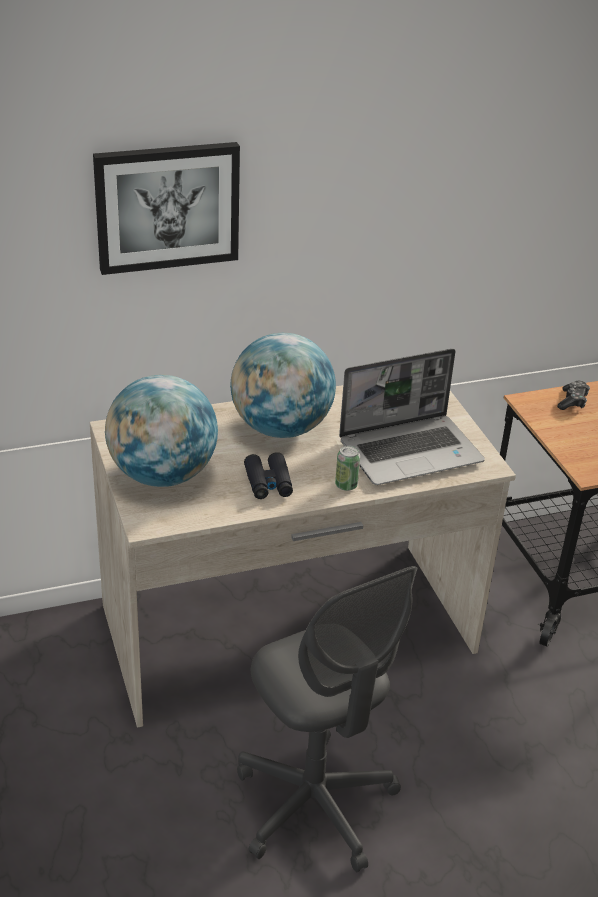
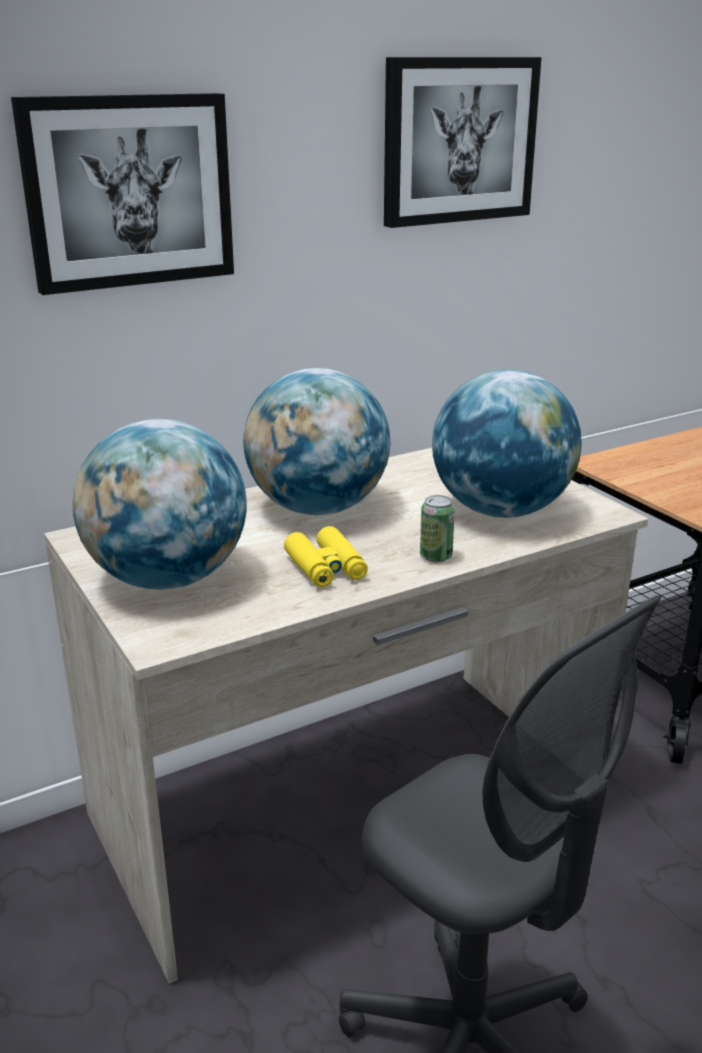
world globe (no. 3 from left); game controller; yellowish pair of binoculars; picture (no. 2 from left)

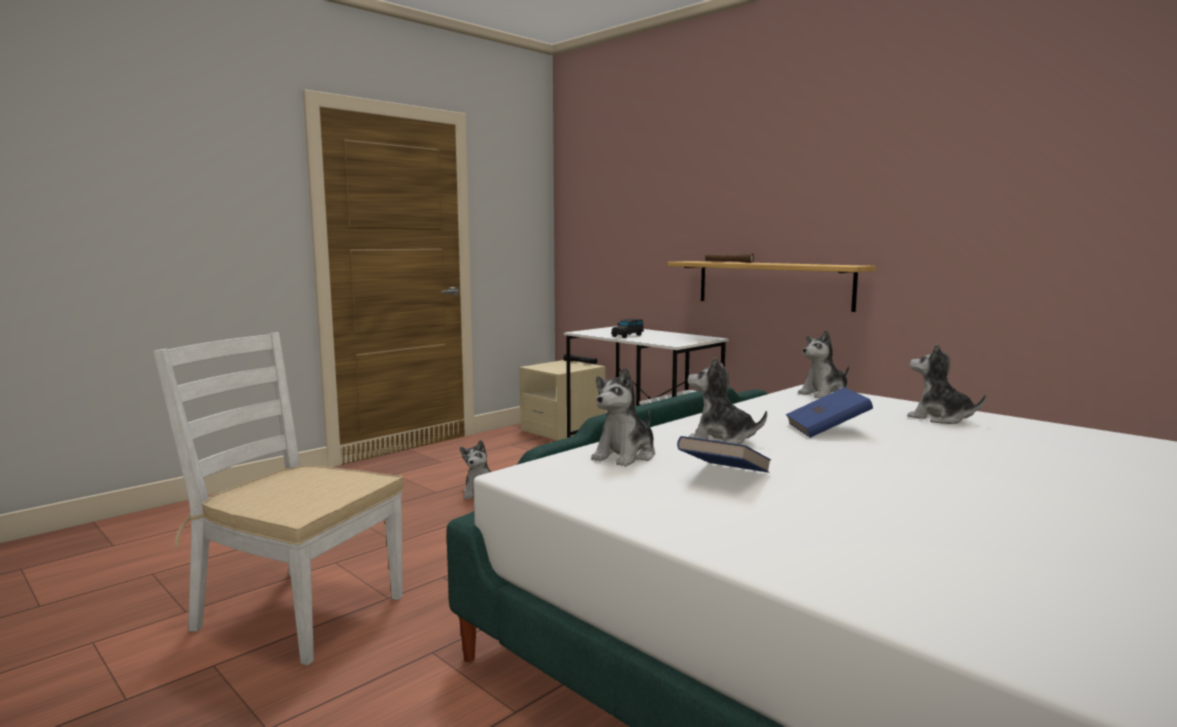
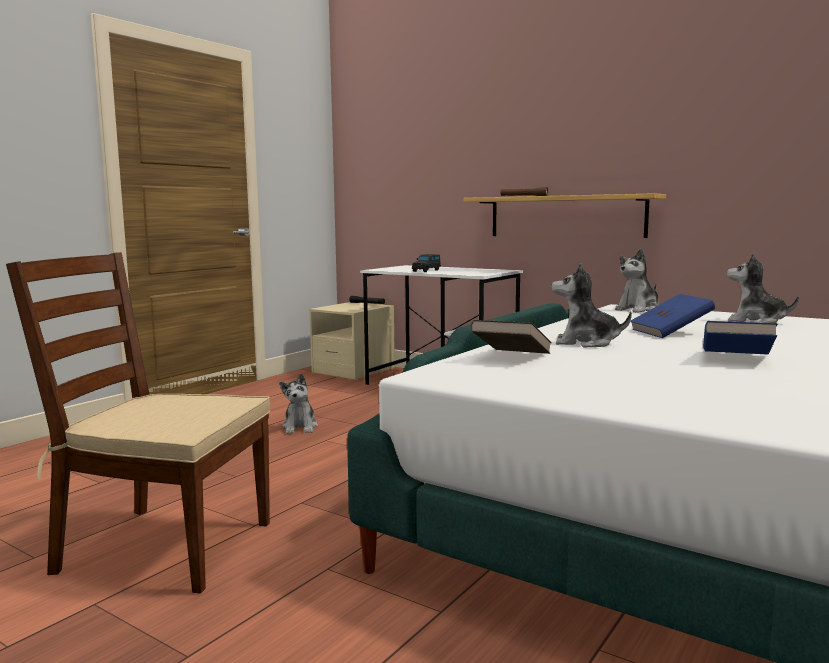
brown chair; brown volume; blue volume (no. 2 from left)

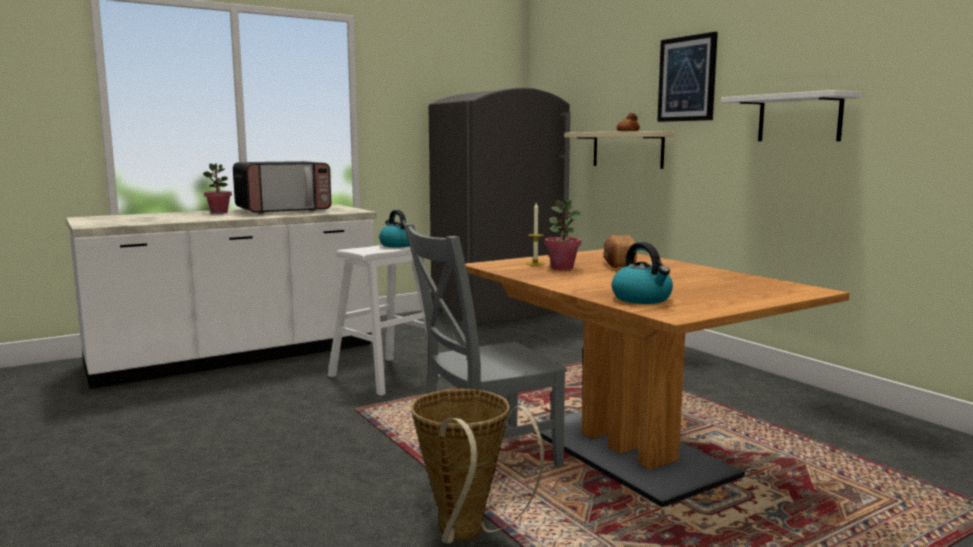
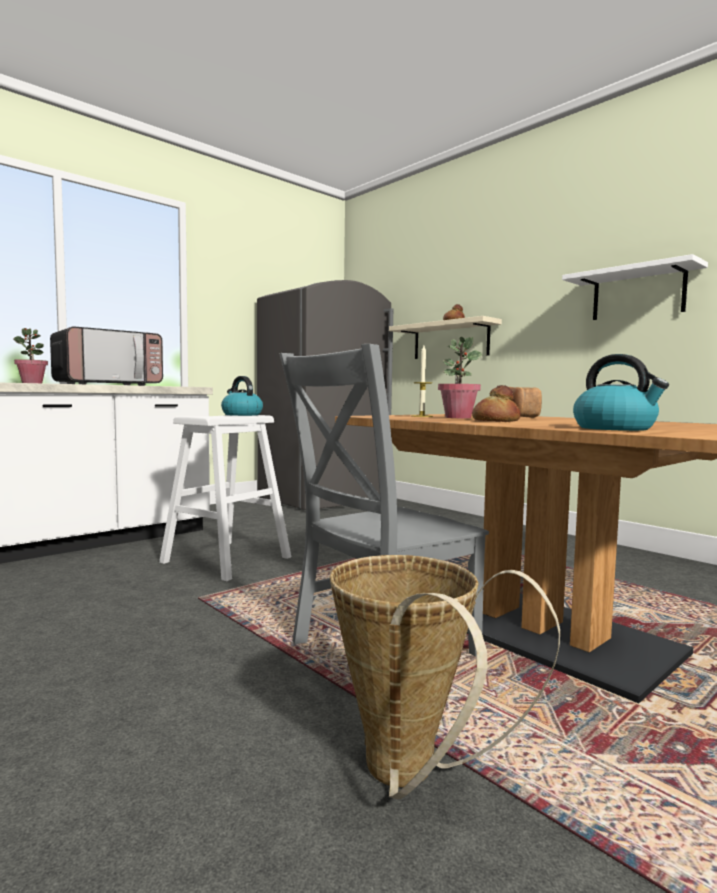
picture; bread (no. 2 from left)

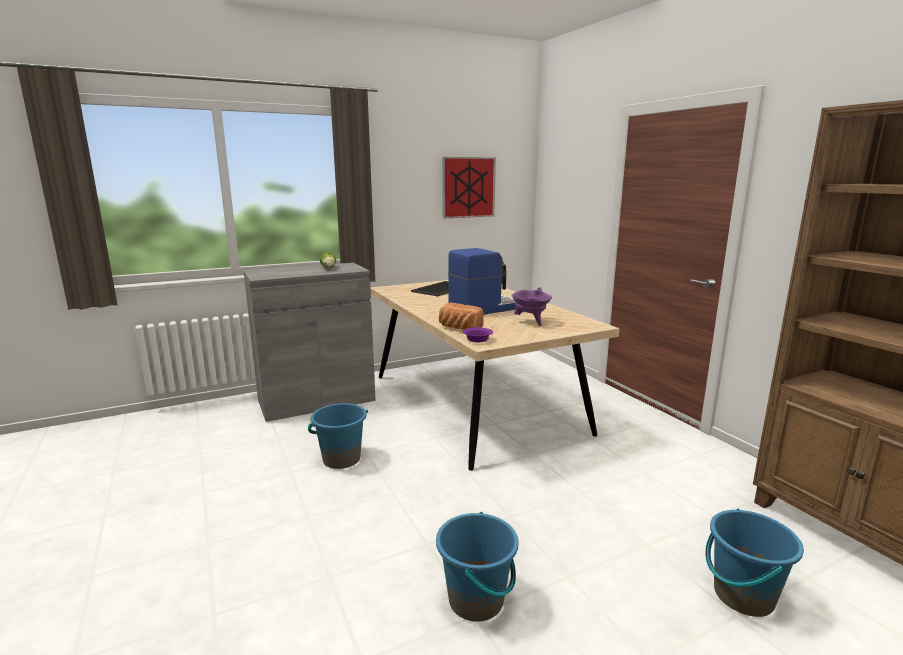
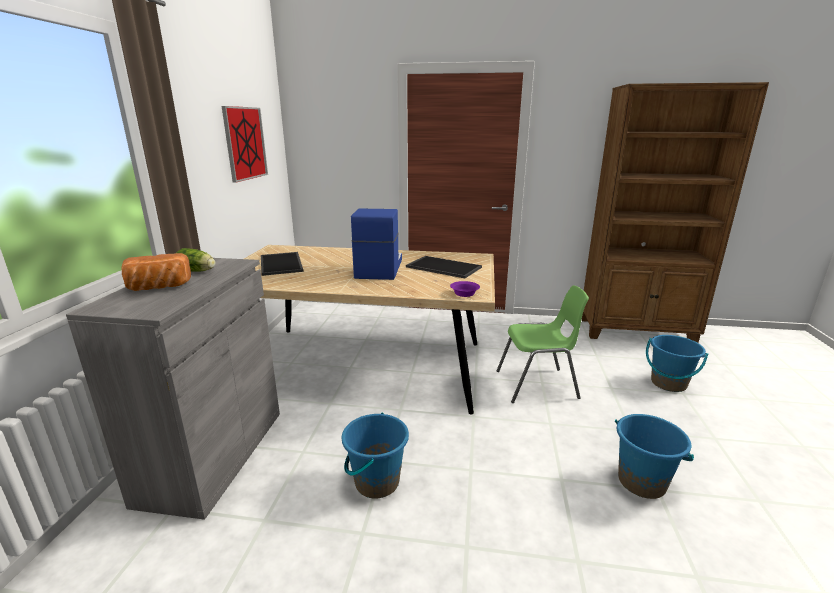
tray (no. 2 from left); bread; green chair

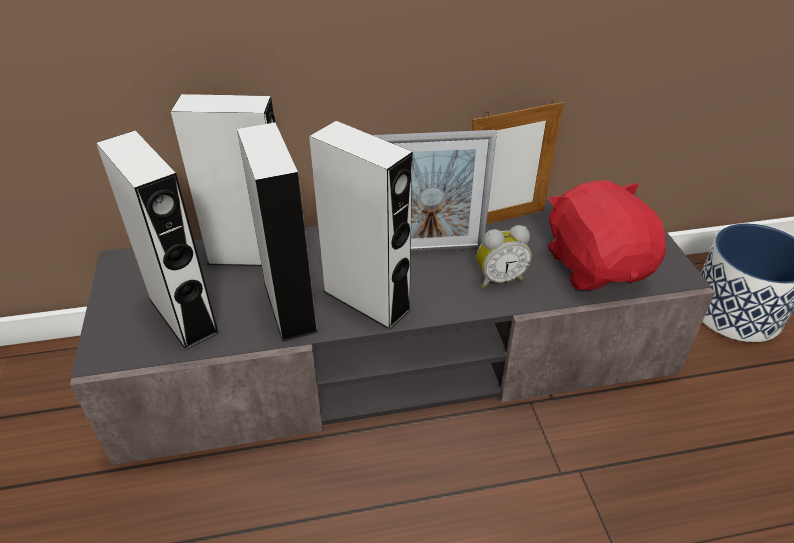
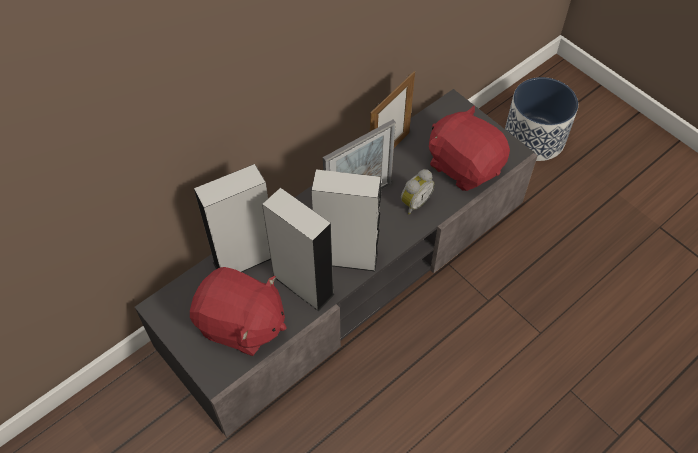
red soft toy (no. 1 from left)

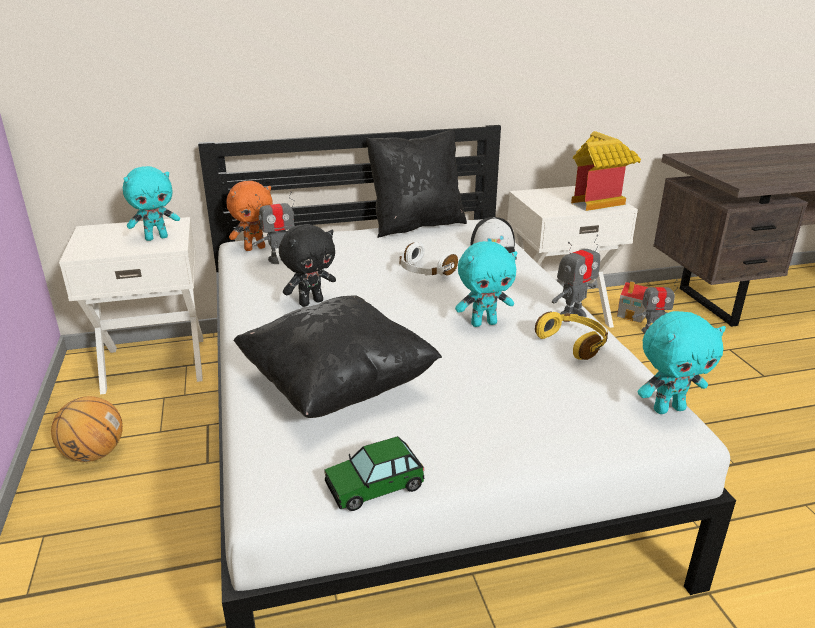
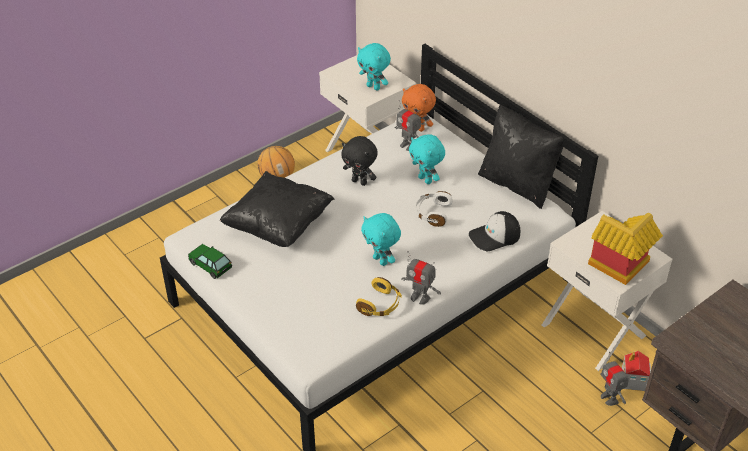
turquoise-coloured soft toy (no. 3 from left)

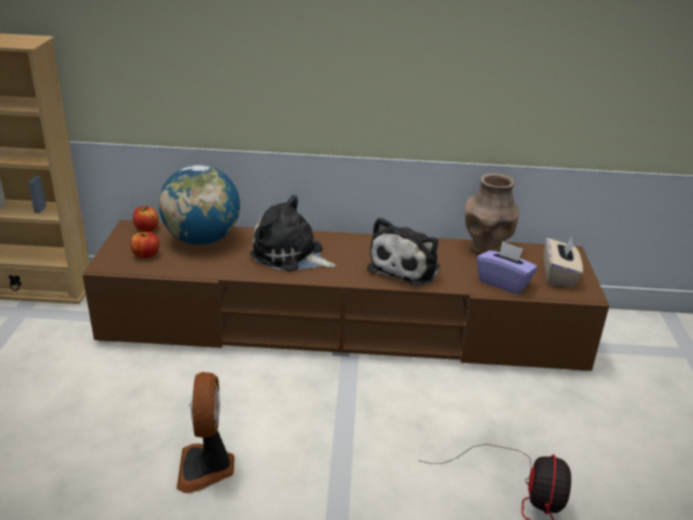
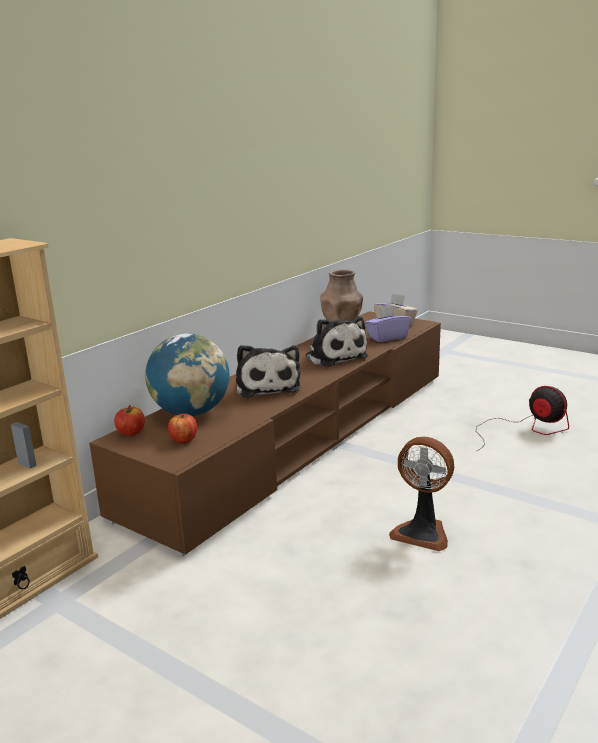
soft toy (no. 1 from left)

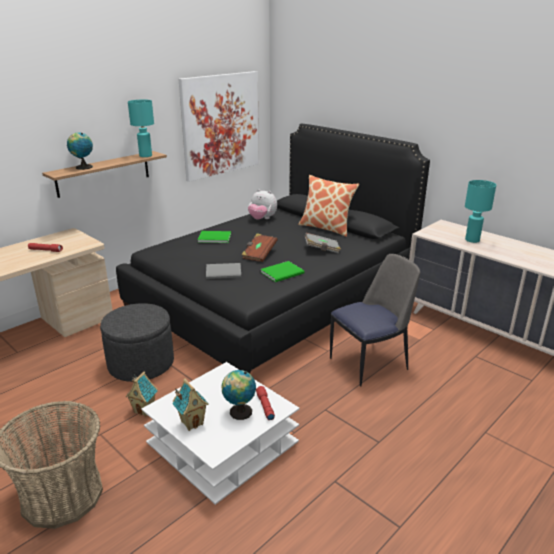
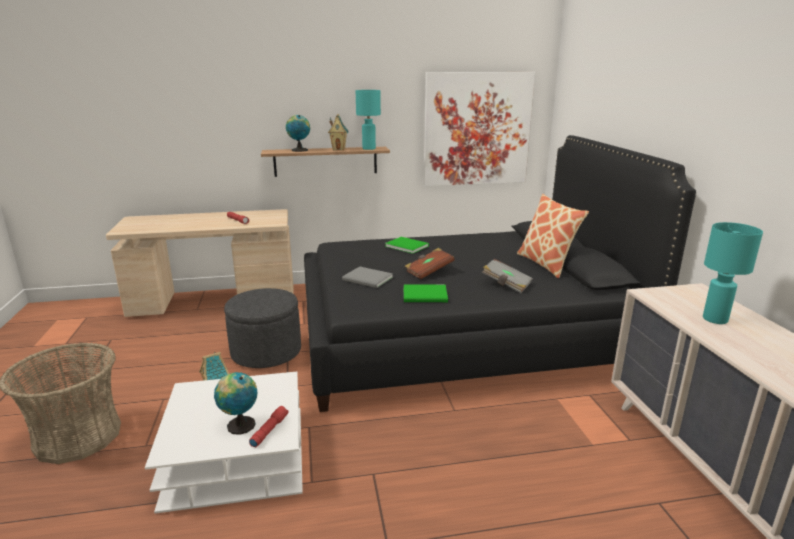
soft toy; chair; model house (no. 2 from left)

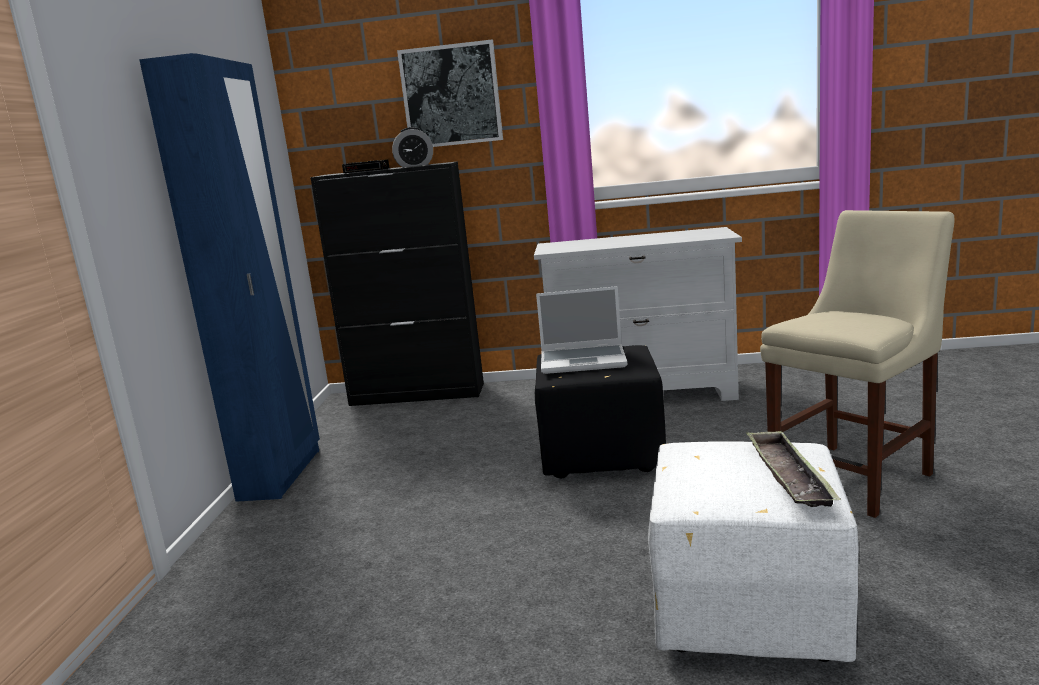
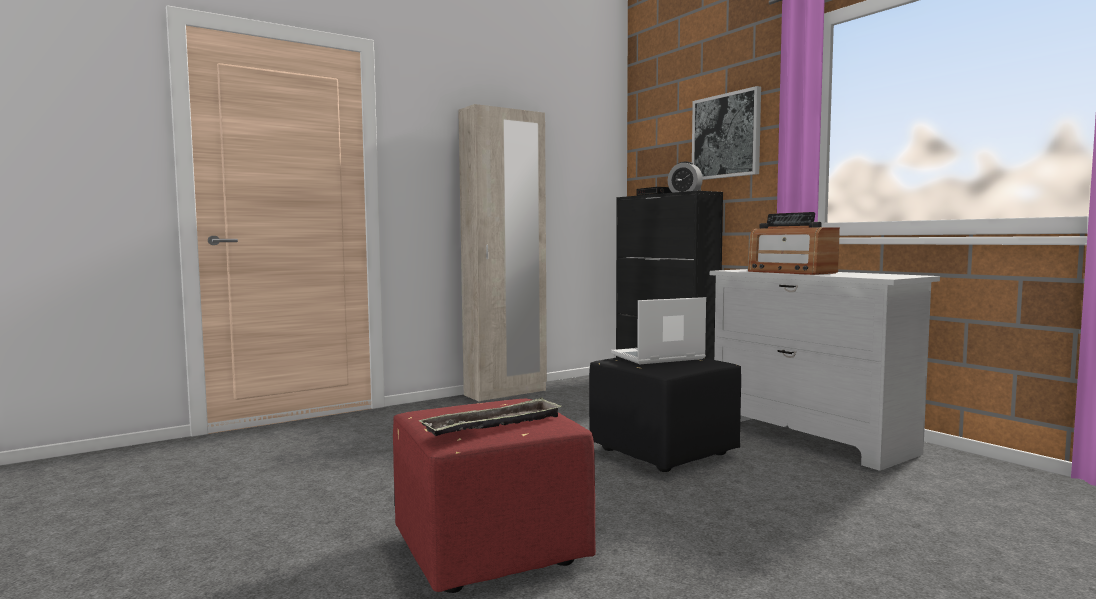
beige armoire; beige chair; laptop; red ottoman; radio set

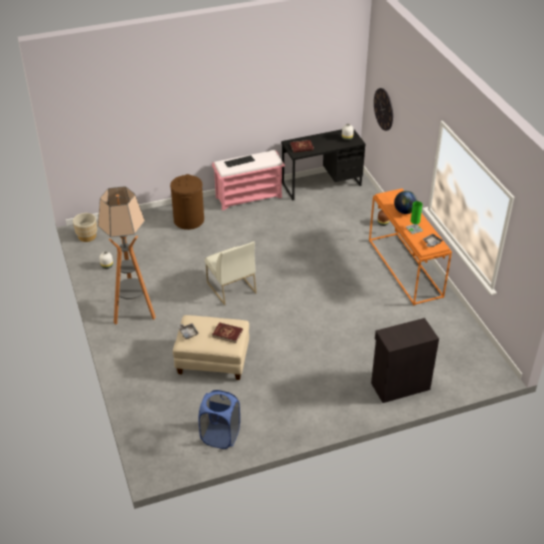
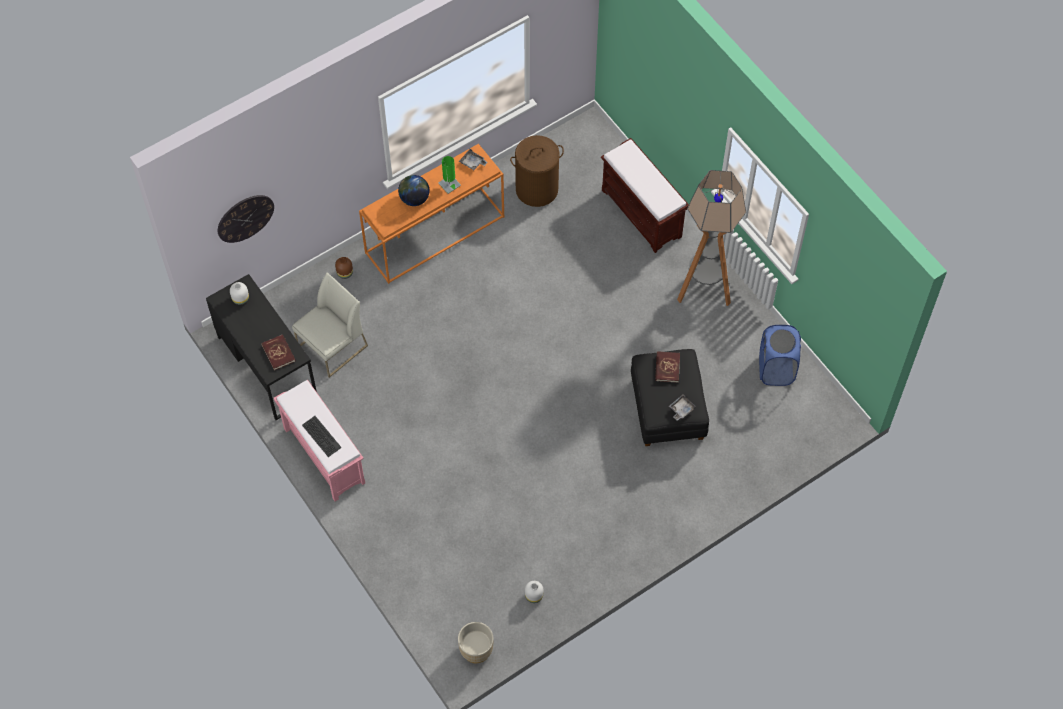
brown laundry basket; floor lamp; white chair; blackish ottoman; brown bench

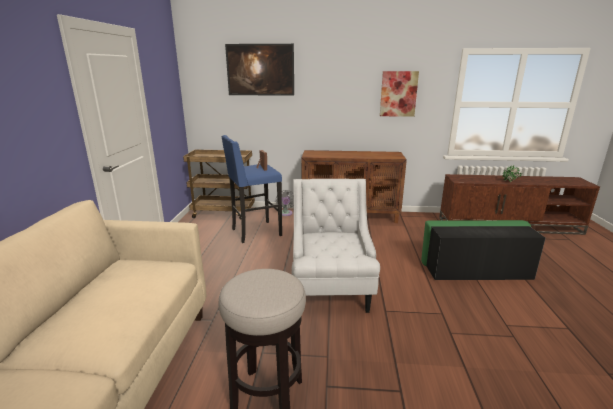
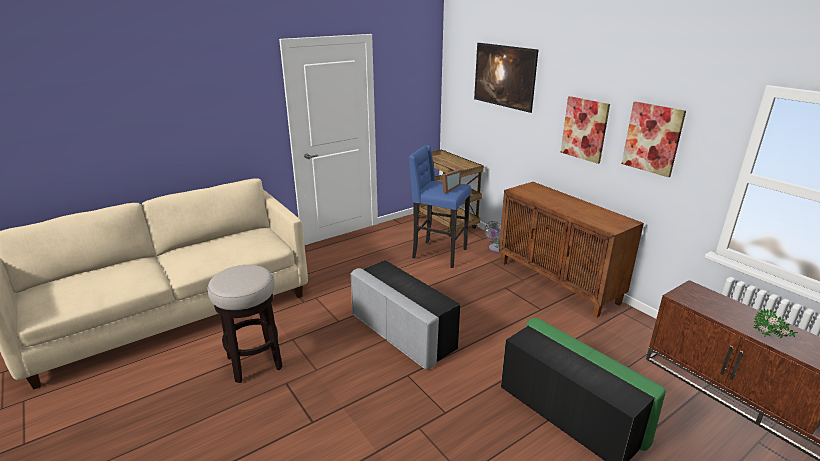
gray ottoman; picture (no. 2 from left)

